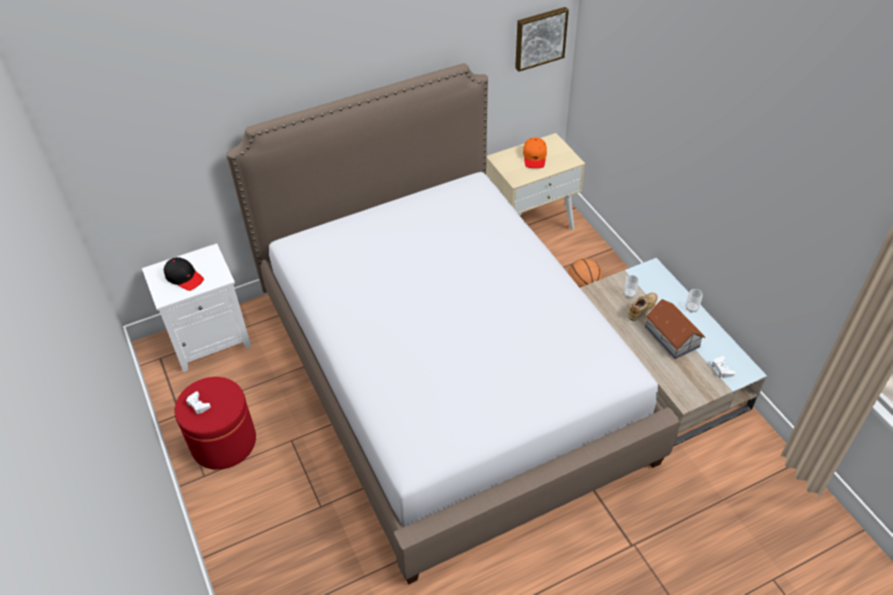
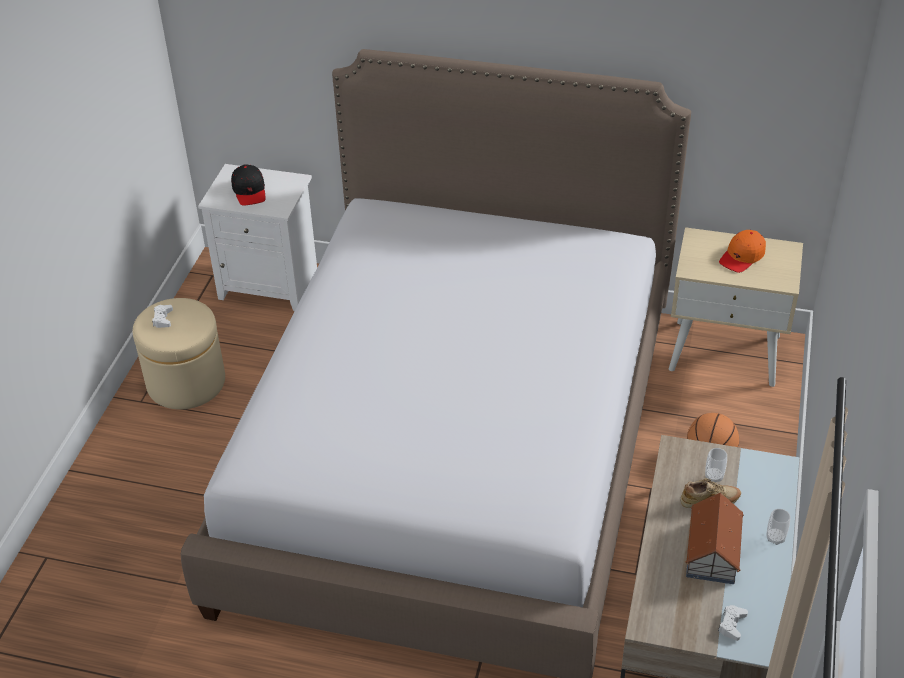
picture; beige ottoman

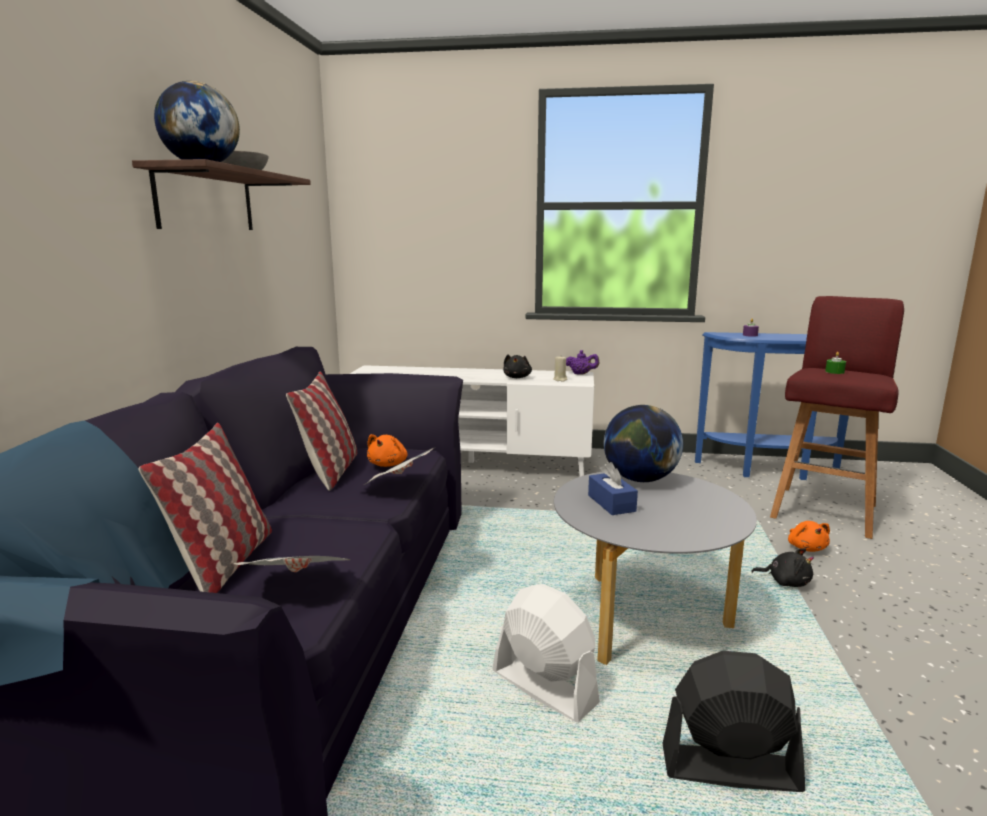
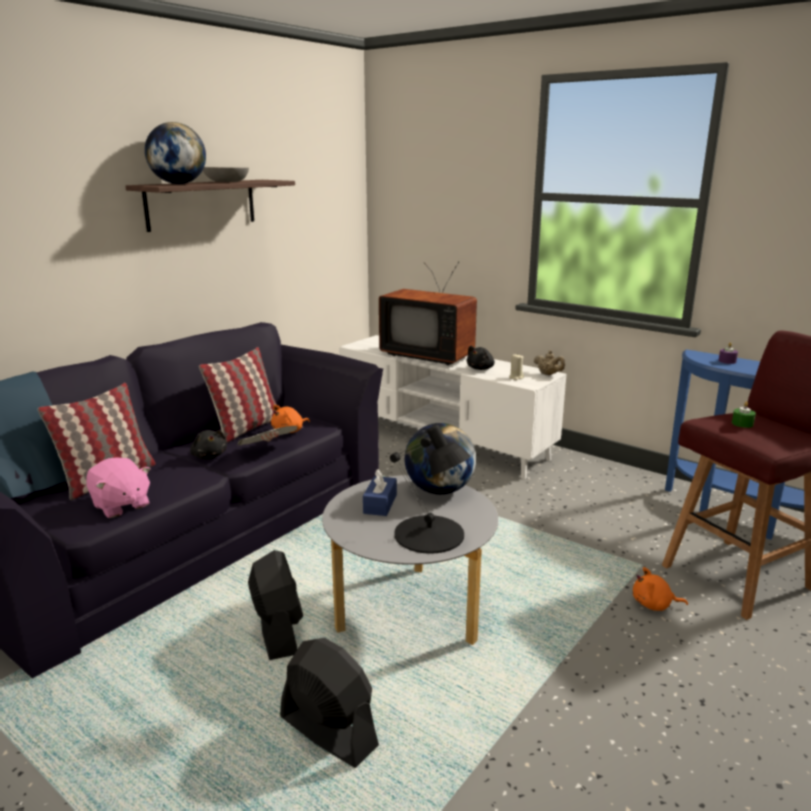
beige tea pot; orangey soft toy (no. 2 from left); blackish soft toy (no. 1 from left); pink-coloured soft toy; blackish cooling fan (no. 1 from left); TV; blackish tabletop lamp

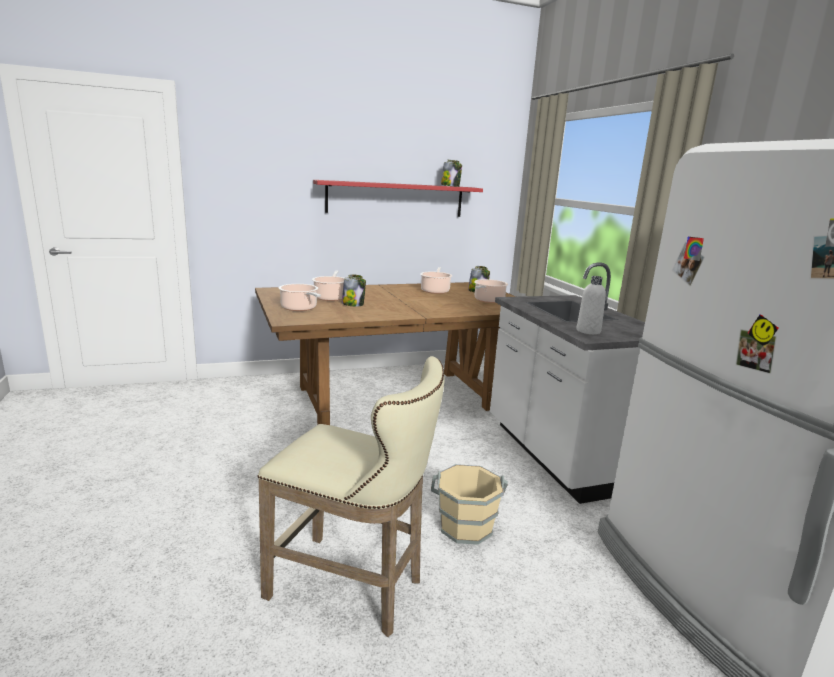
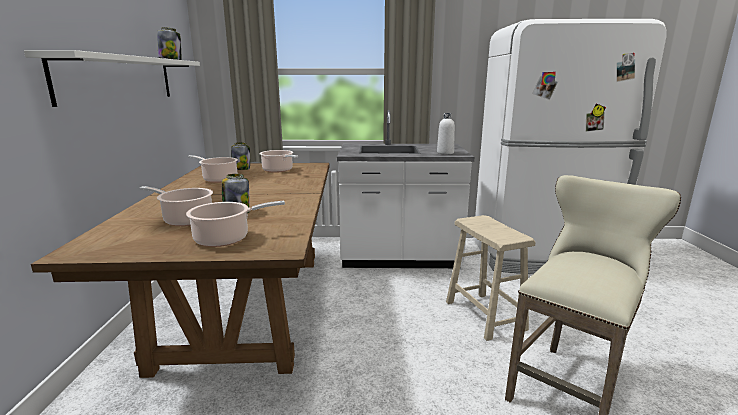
white bracket shelf; beige stool (no. 1 from left)

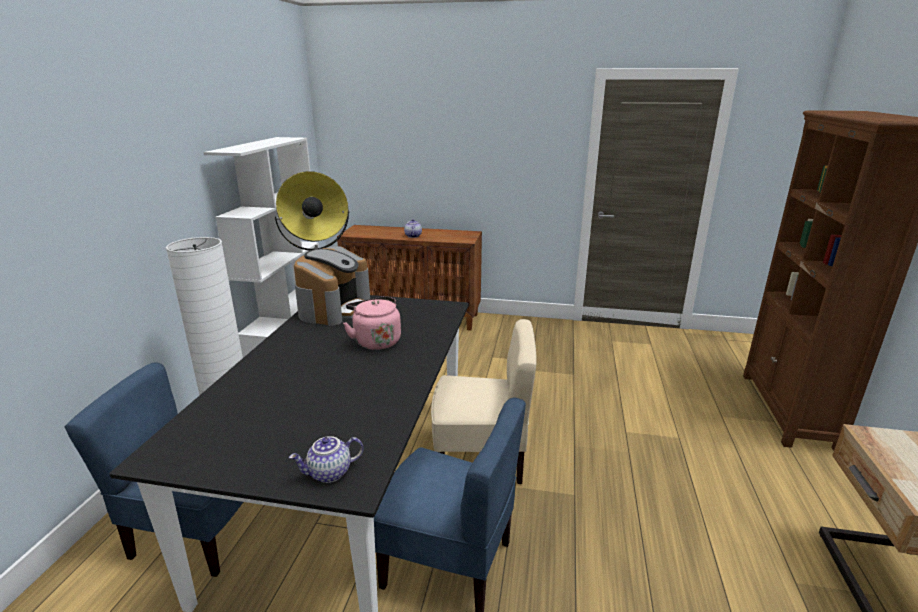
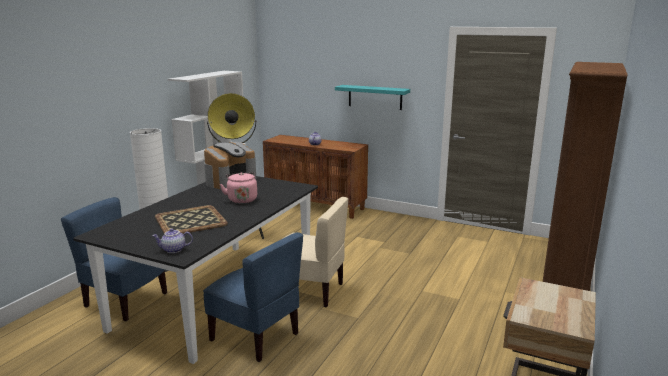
turquoise-coloured bracket shelf; tray

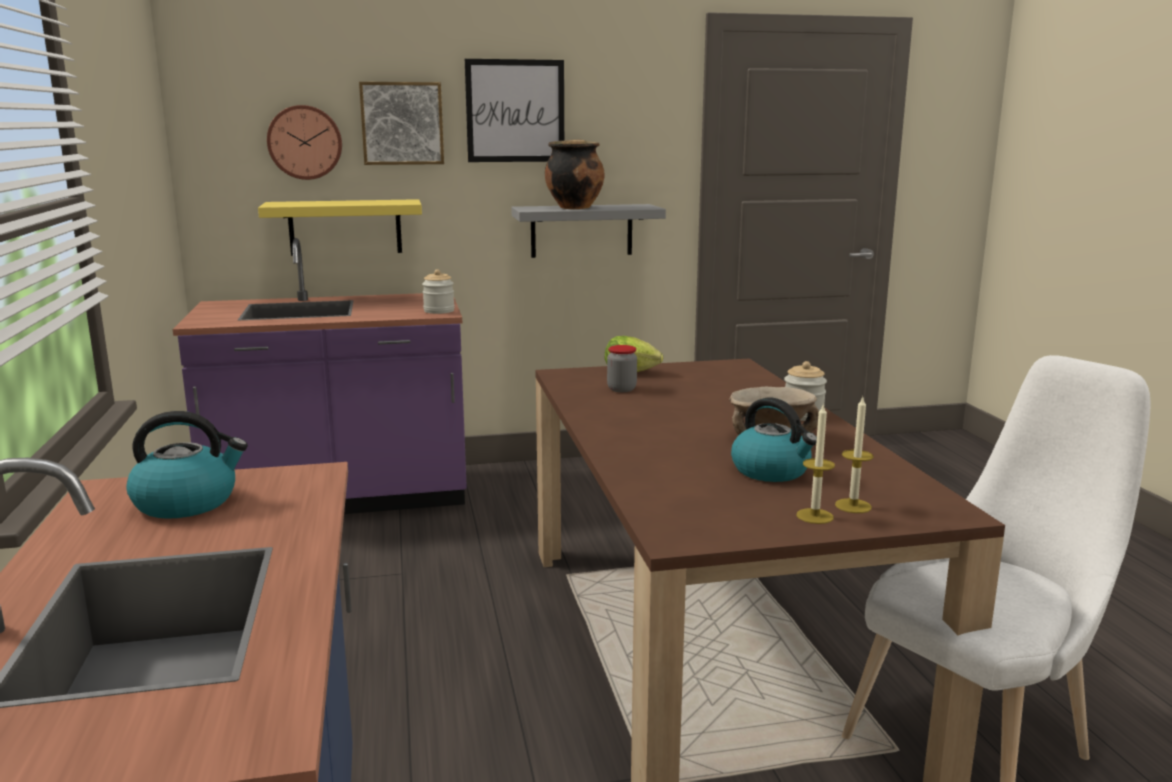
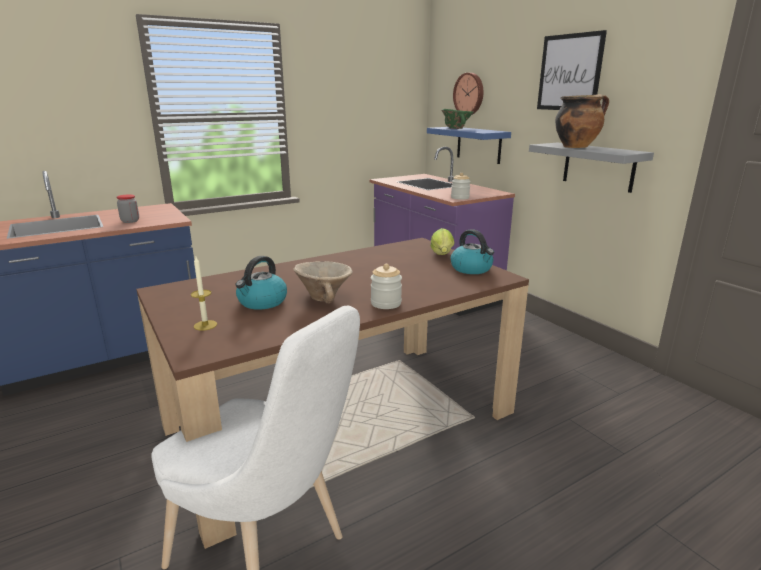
picture (no. 1 from left in the first image); blue bracket shelf; jar (no. 1 from left); candle (no. 1 from left in the first image); kettle (no. 2 from left); green deep dish

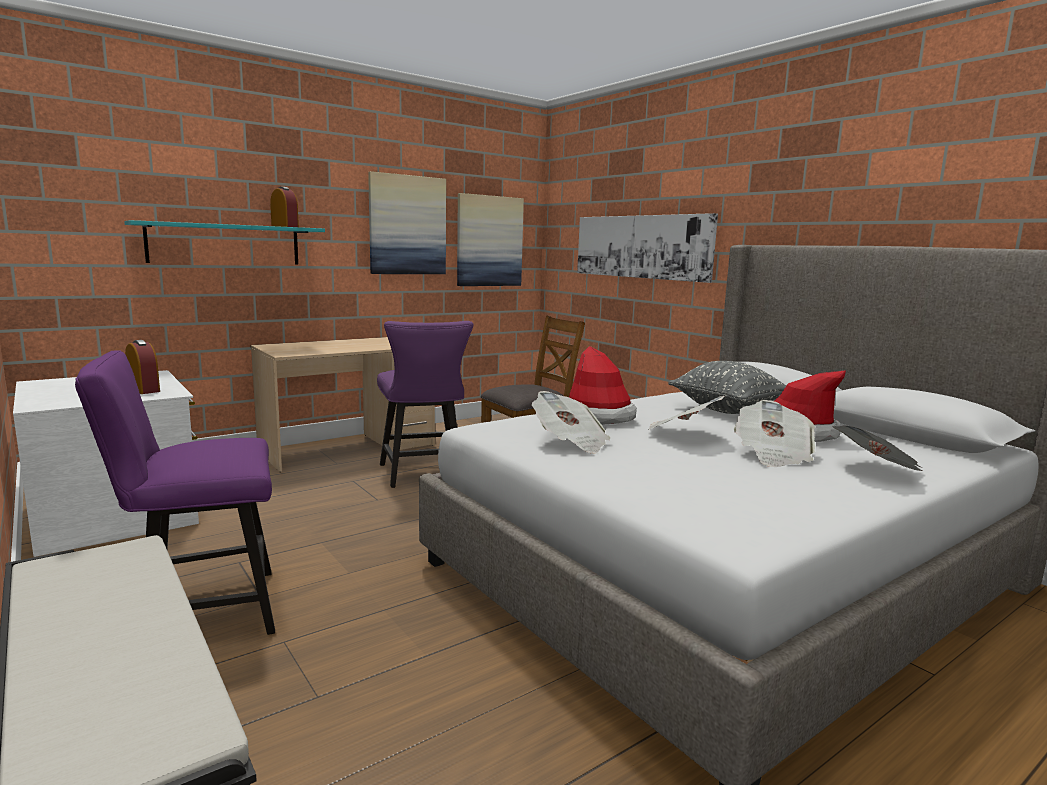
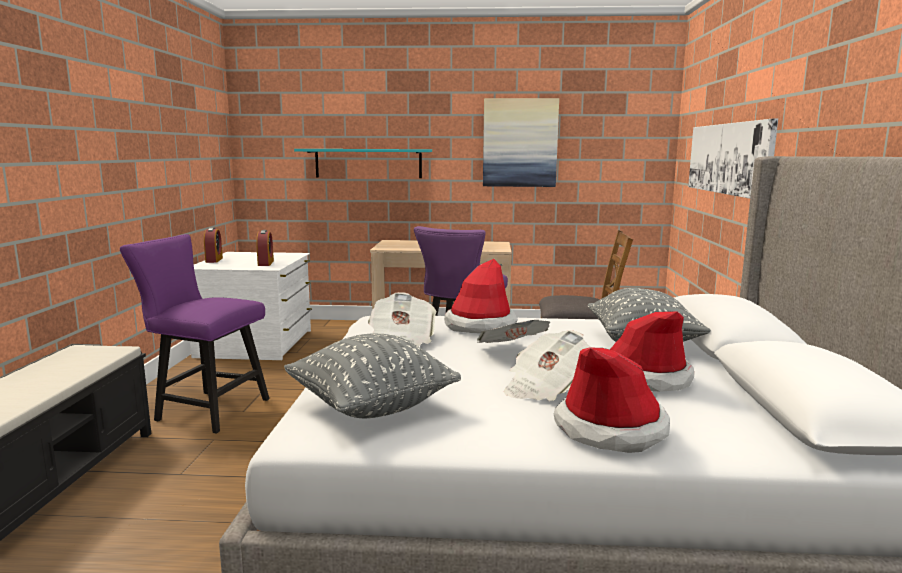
table clock (no. 1 from left); picture (no. 2 from left in the first image); clothing hat (no. 2 from left); gray cushion (no. 1 from left)

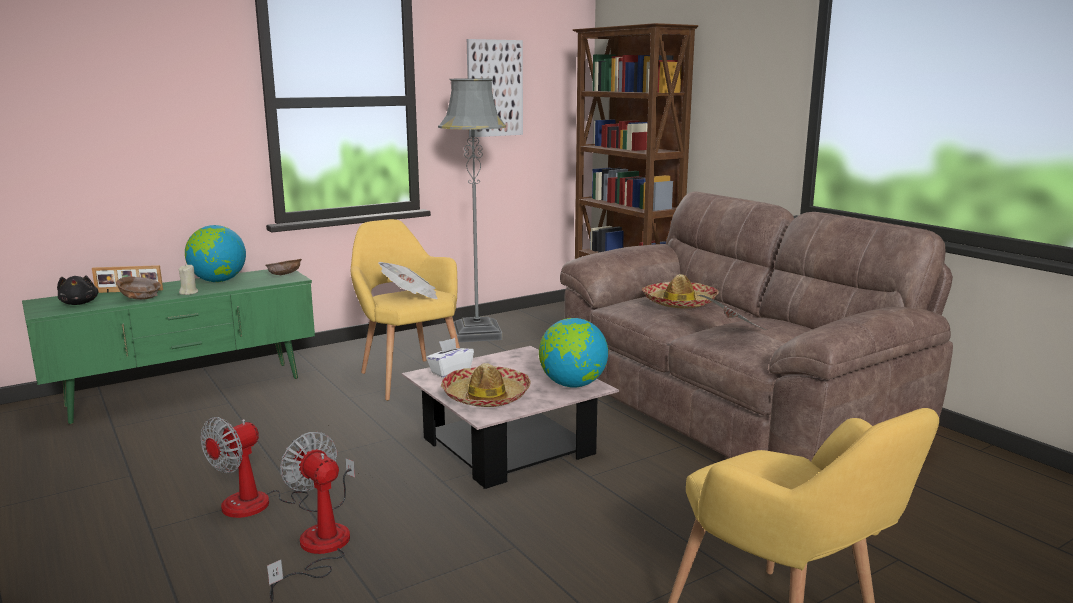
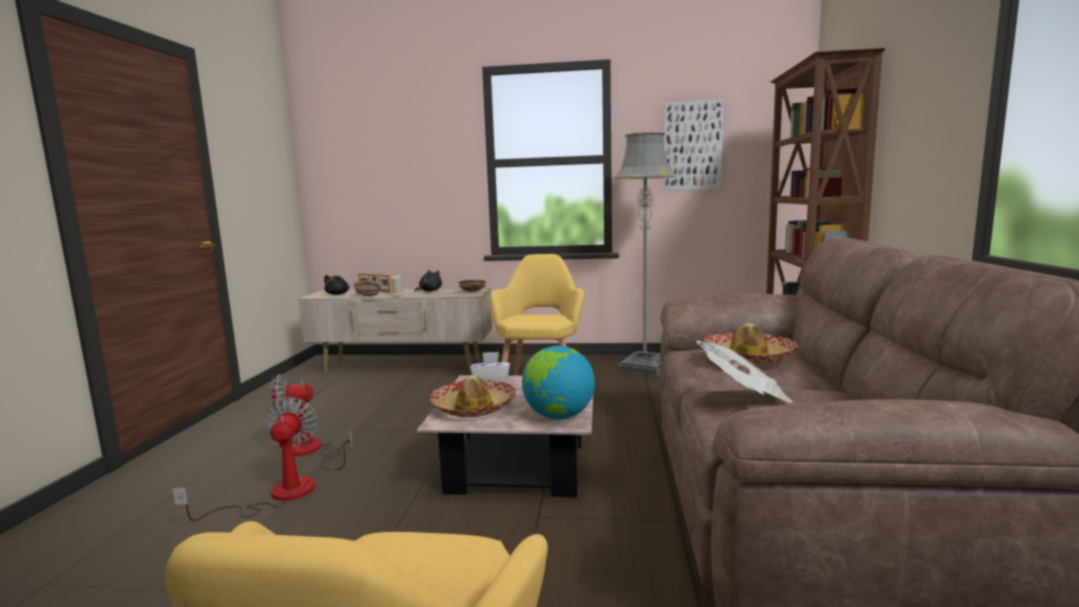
blackish soft toy (no. 2 from left); newspaper (no. 1 from left in the first image); beige tv stand

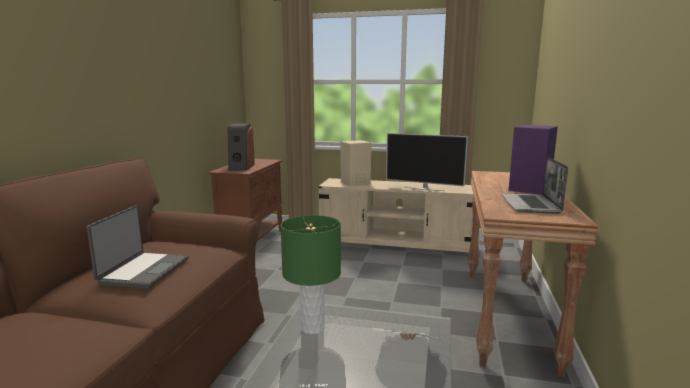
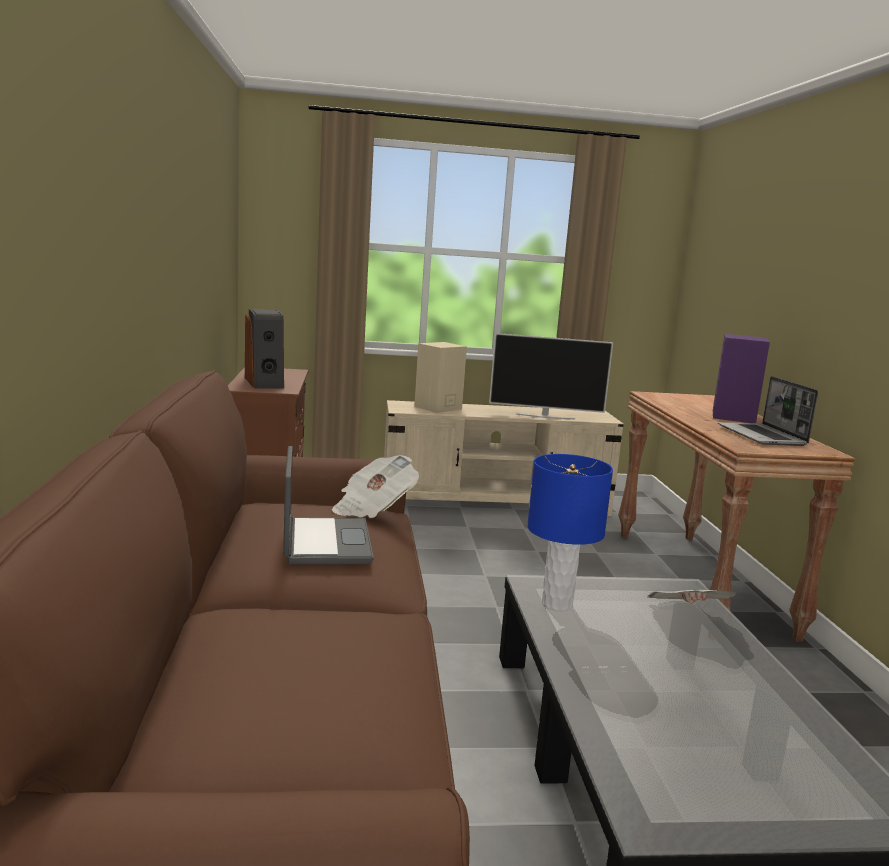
blue tabletop lamp; newspaper (no. 1 from left)

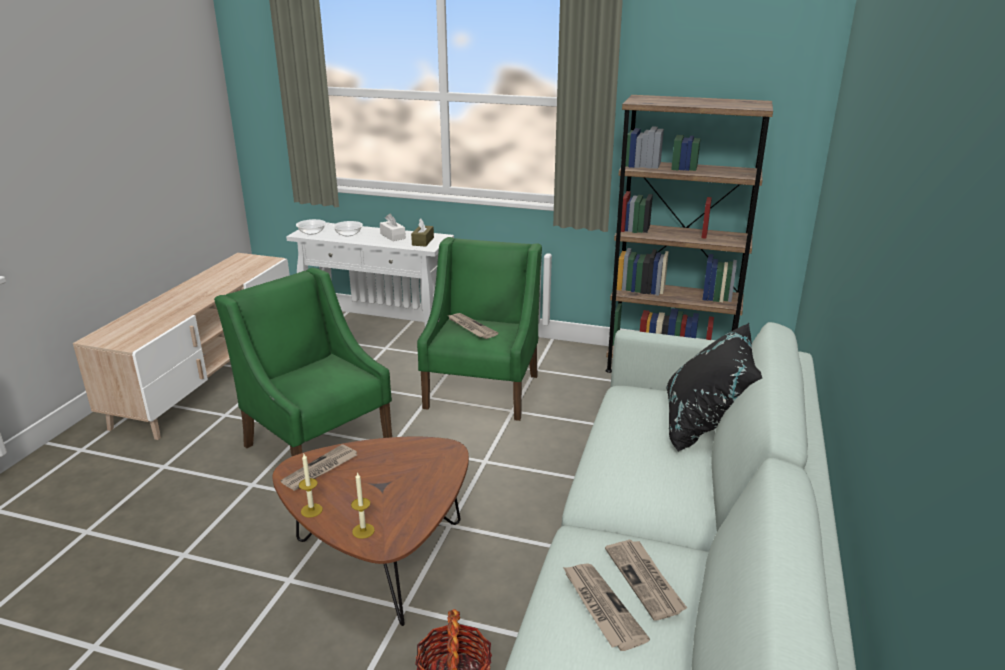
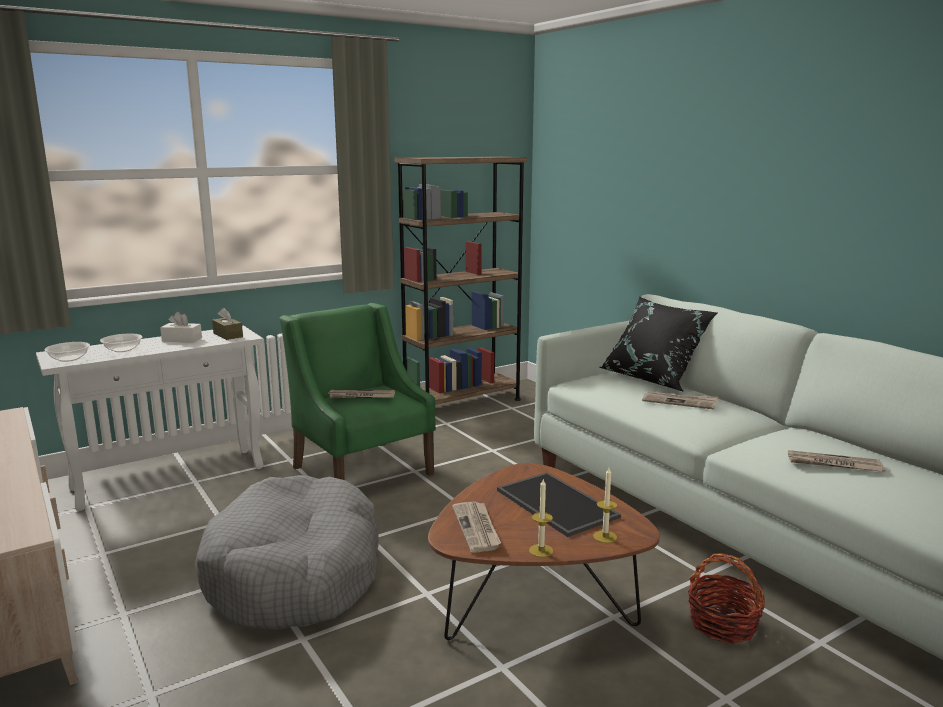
gray dog cushion; newspaper (no. 3 from left); tray

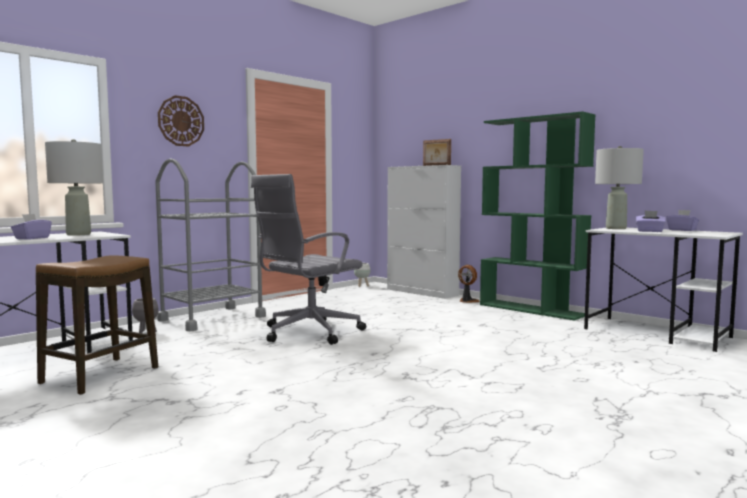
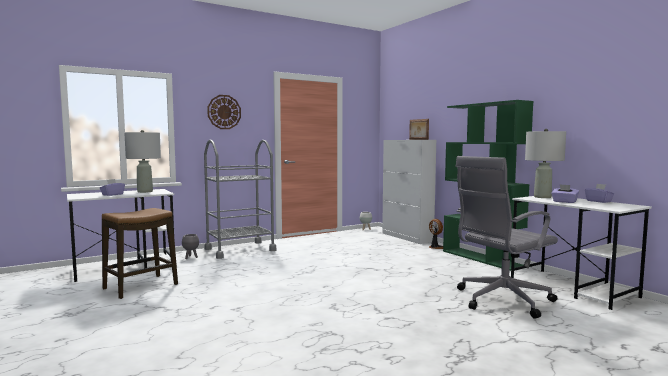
gray office chair

